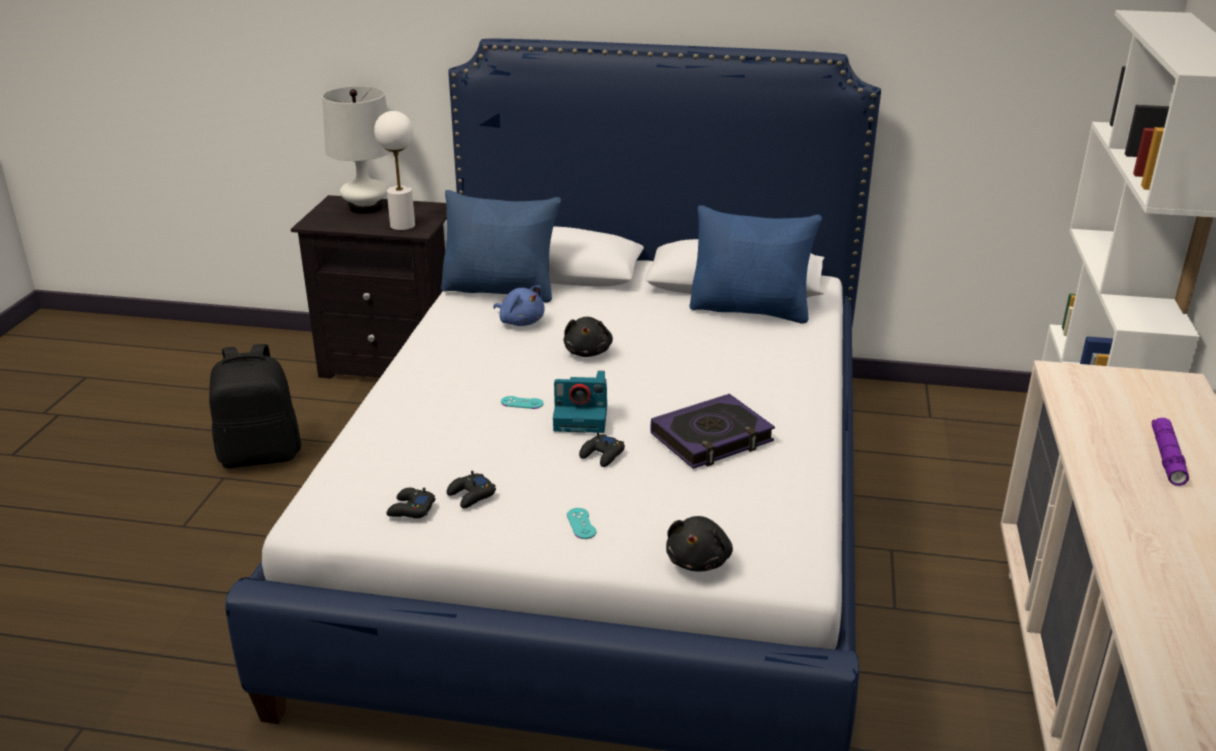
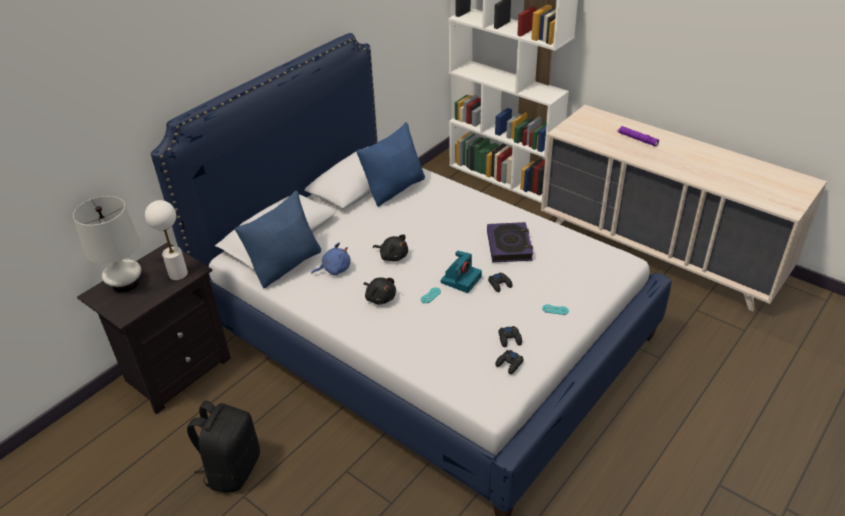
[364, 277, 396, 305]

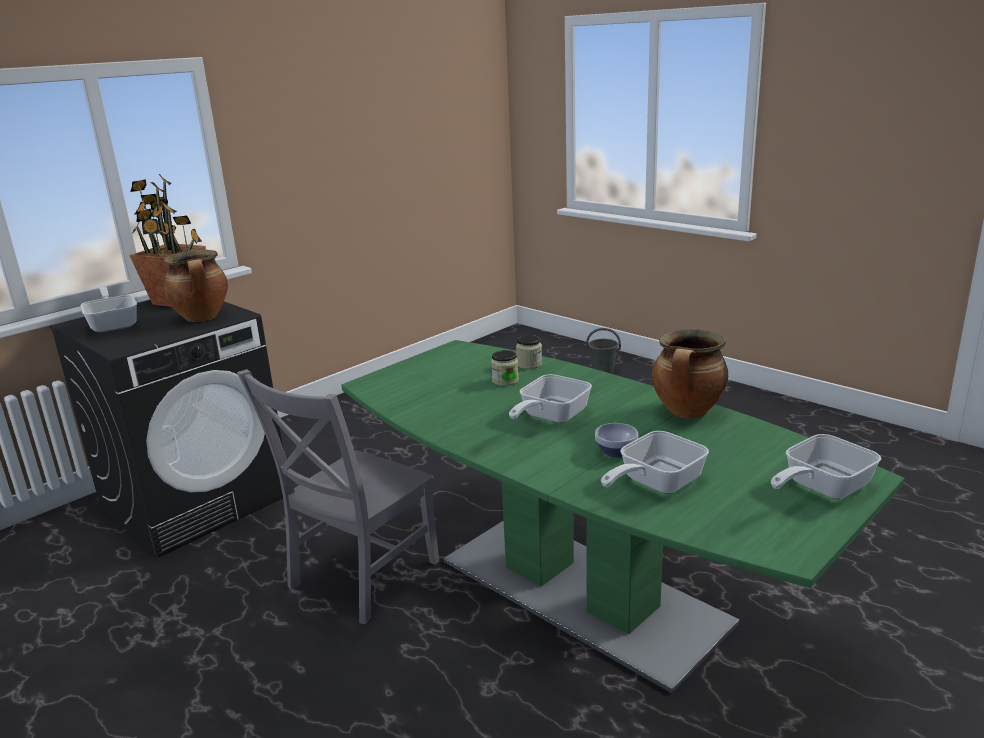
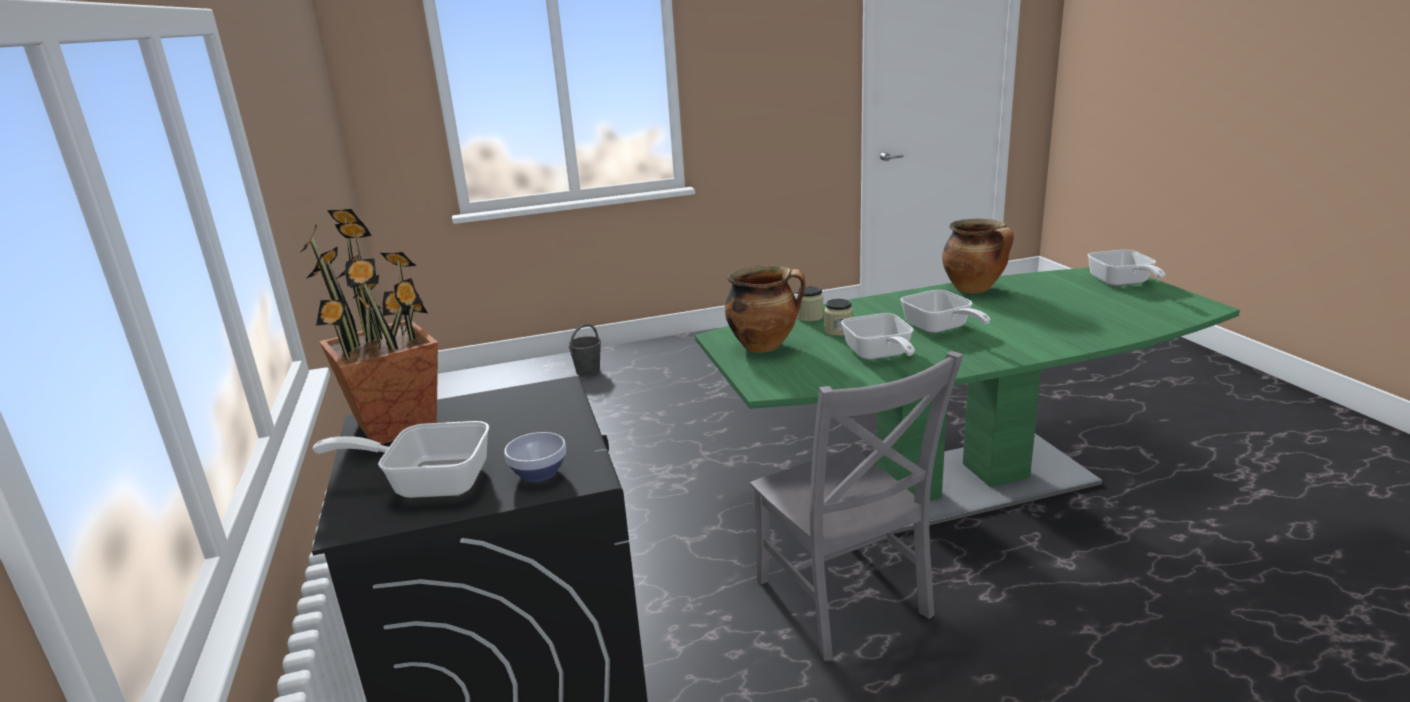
[504, 432, 566, 482]
[725, 265, 805, 353]
[841, 313, 915, 360]

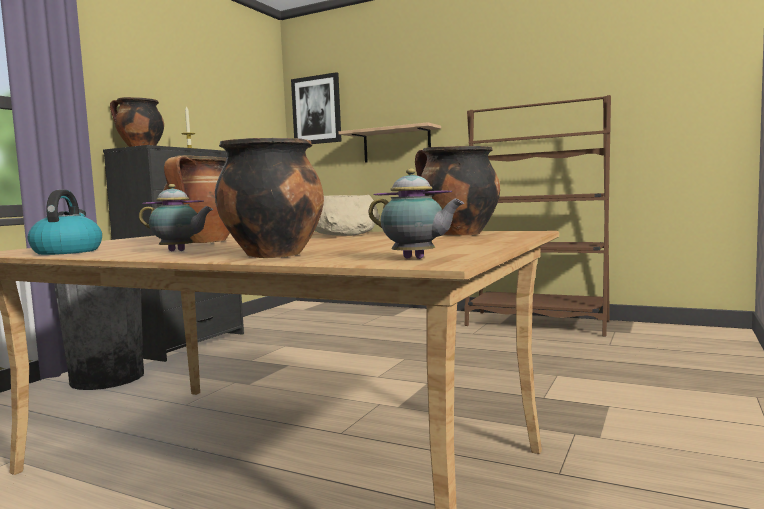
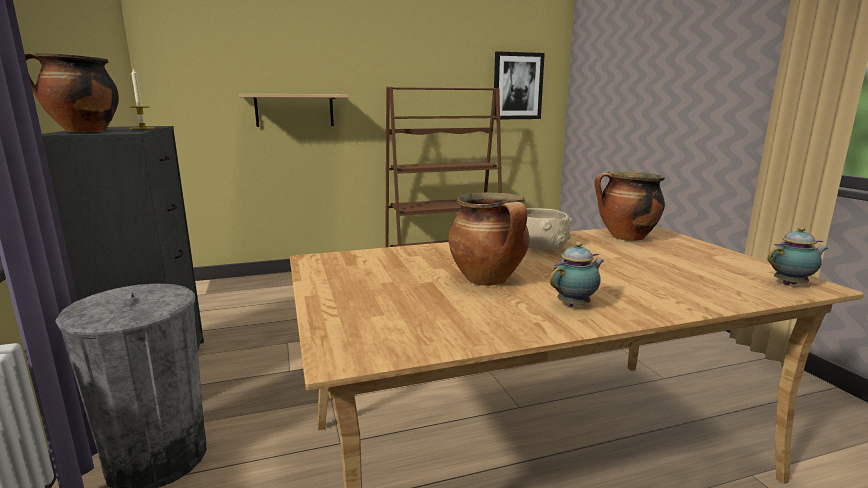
[494, 51, 545, 120]
[28, 189, 102, 255] (first image)
[215, 138, 324, 258] (first image)

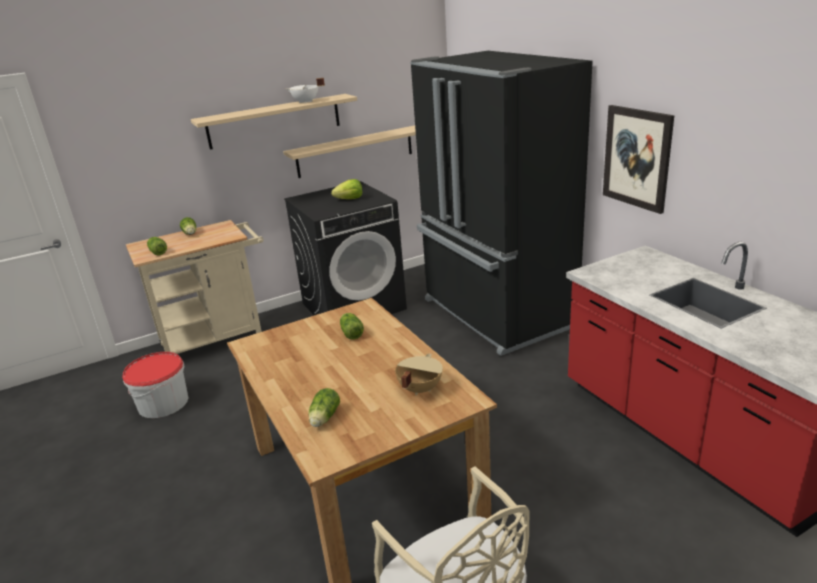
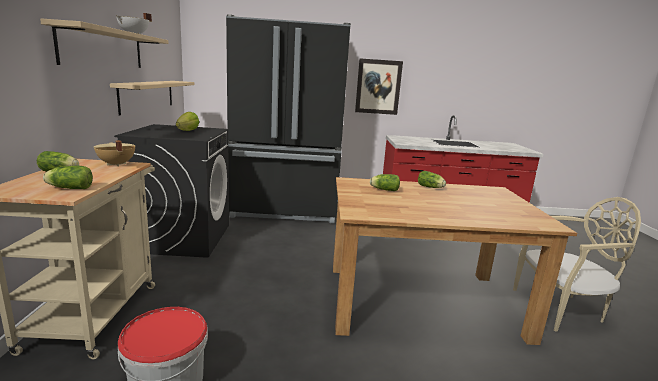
[94, 140, 135, 166]
[418, 171, 446, 188]

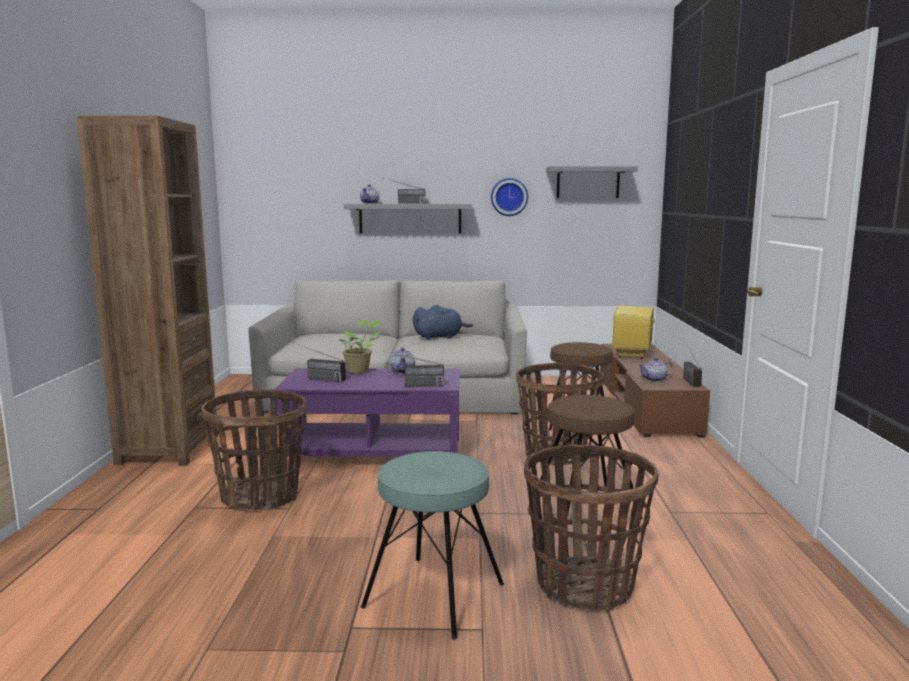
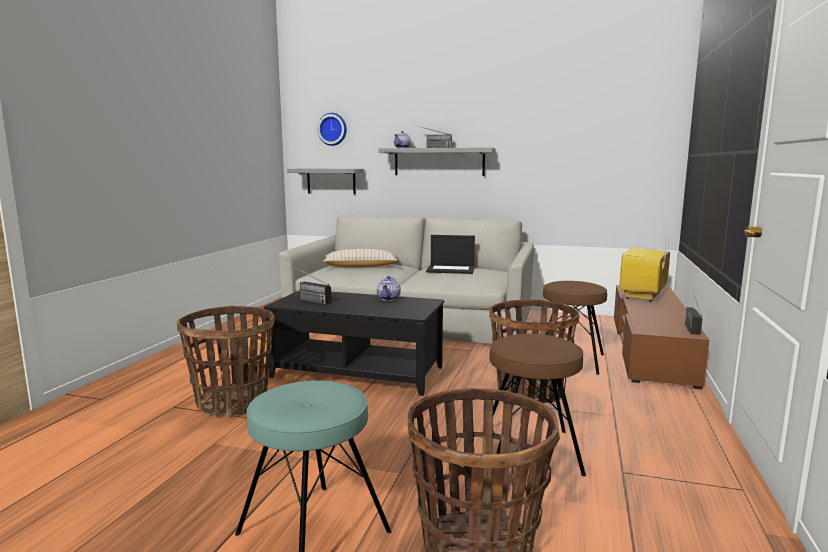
[263, 290, 444, 396]
[287, 169, 364, 194]
[317, 113, 347, 146]
[323, 249, 397, 267]
[426, 235, 475, 274]
[77, 115, 218, 466] (first image)
[339, 319, 381, 374] (first image)
[385, 351, 444, 387] (first image)
[638, 358, 673, 382] (first image)

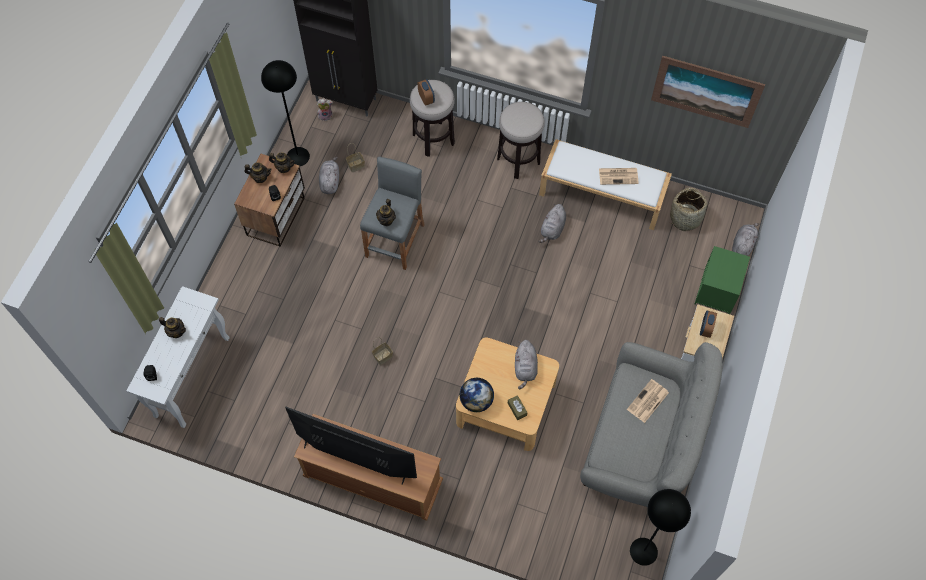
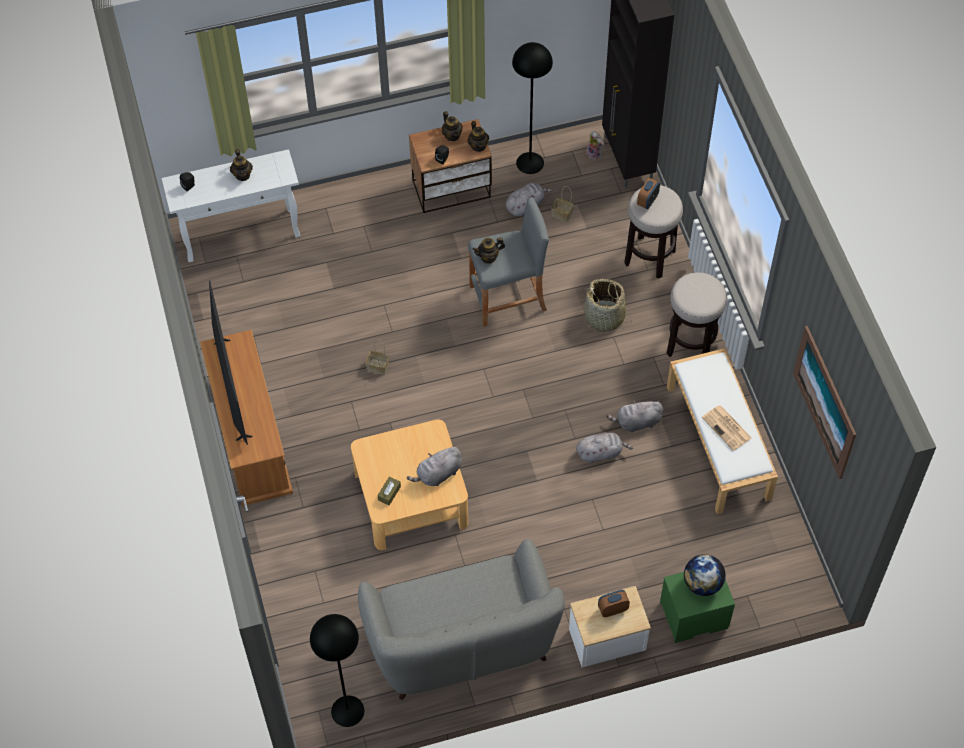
[576, 433, 633, 463]
[582, 279, 630, 332]
[684, 554, 726, 596]
[627, 379, 669, 423] (first image)

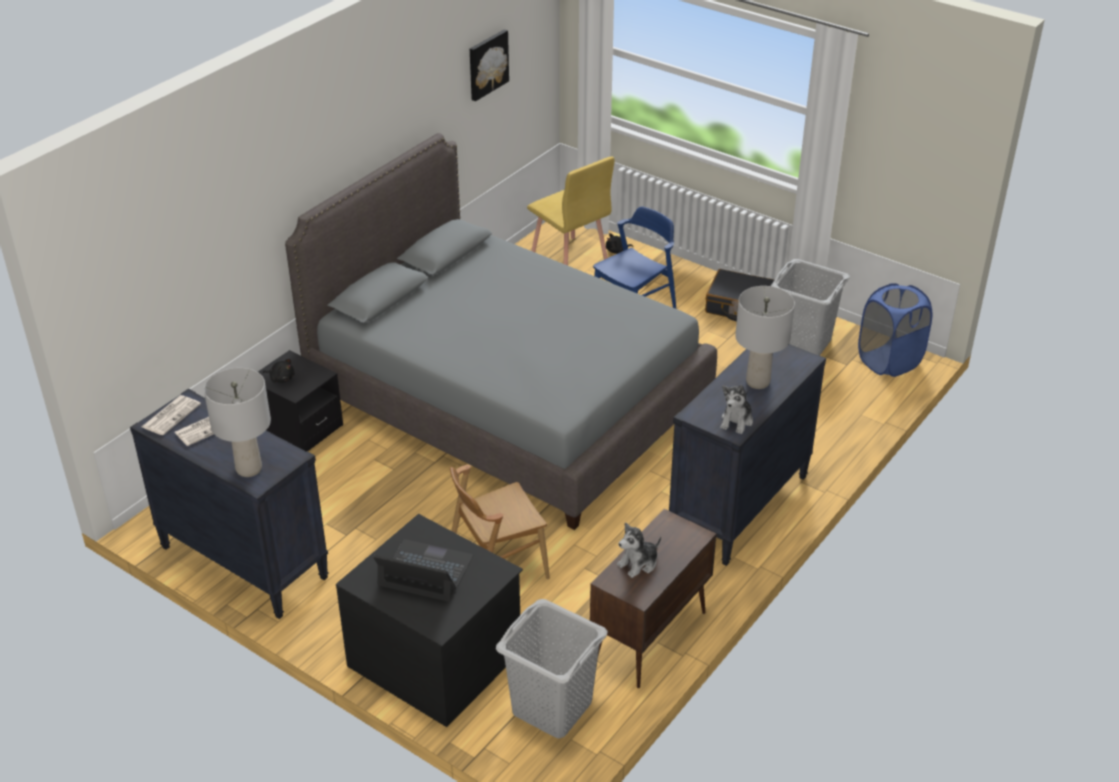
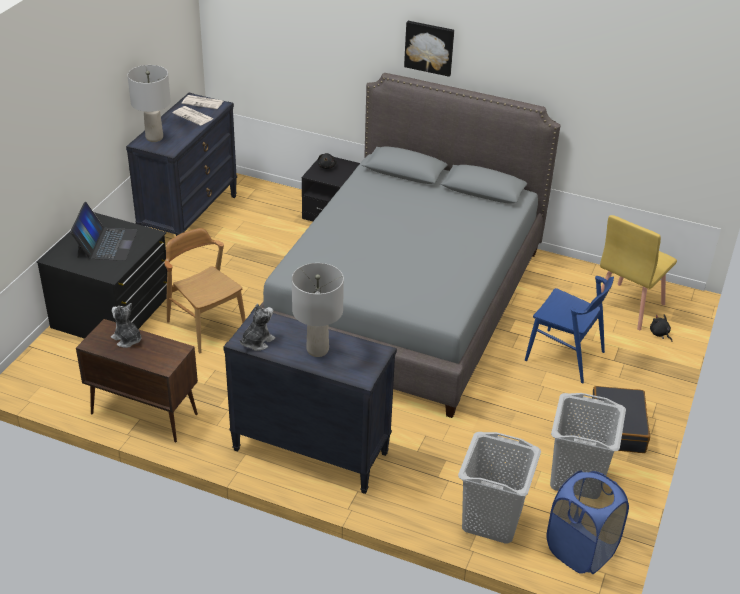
[240, 304, 275, 351]
[404, 21, 454, 77]
[458, 432, 541, 544]

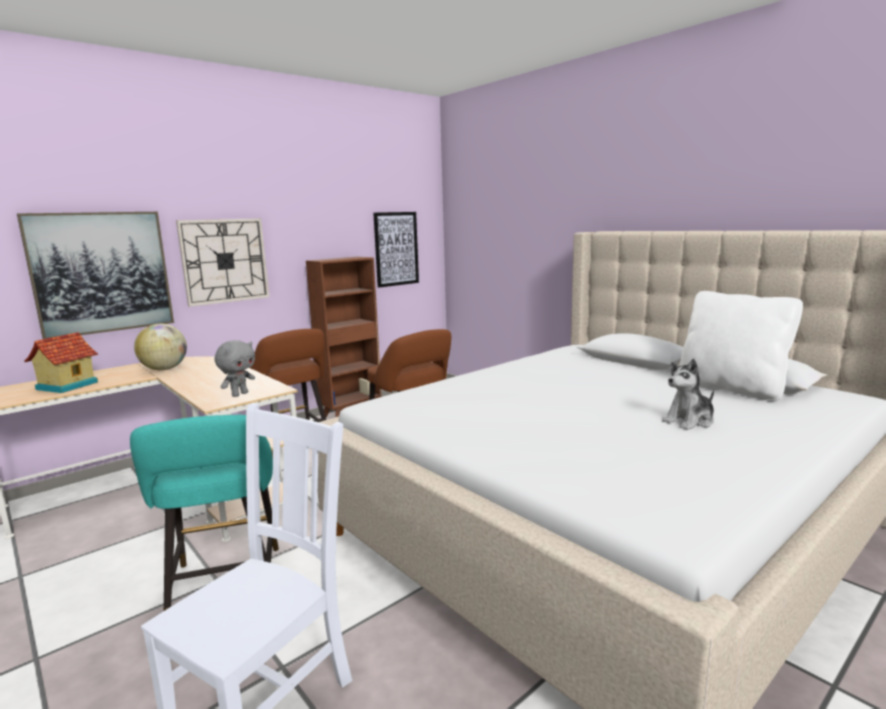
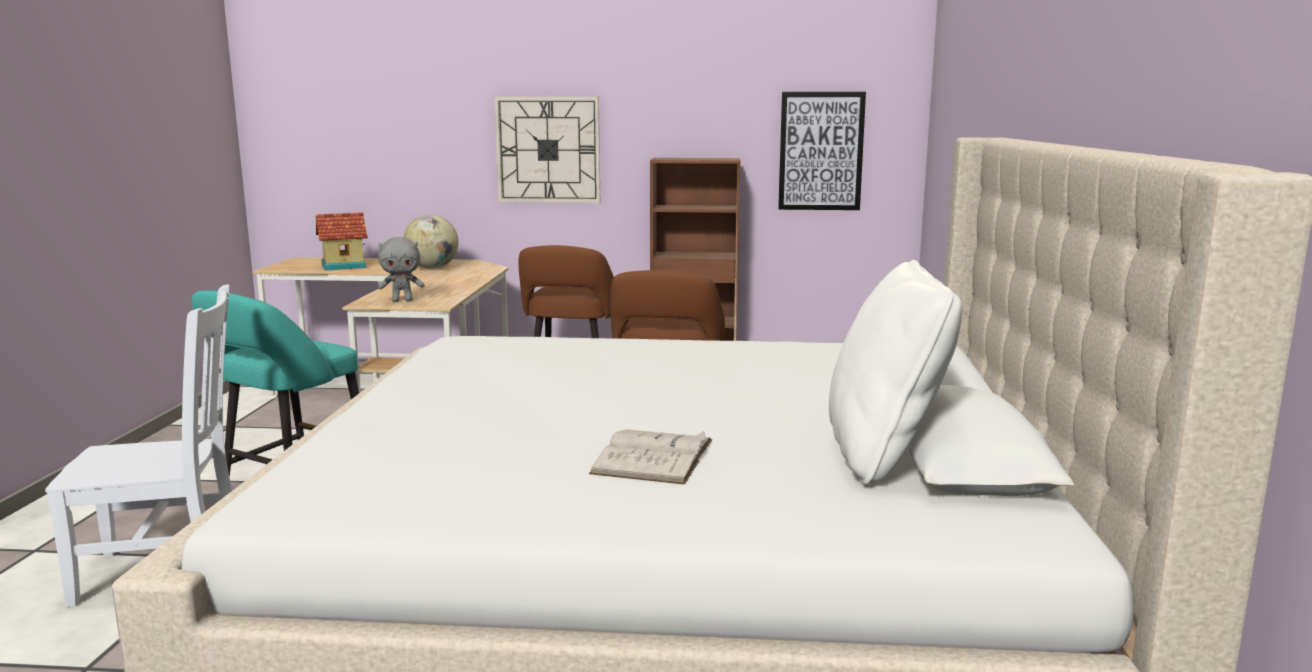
[589, 429, 712, 485]
[17, 212, 174, 339] (first image)

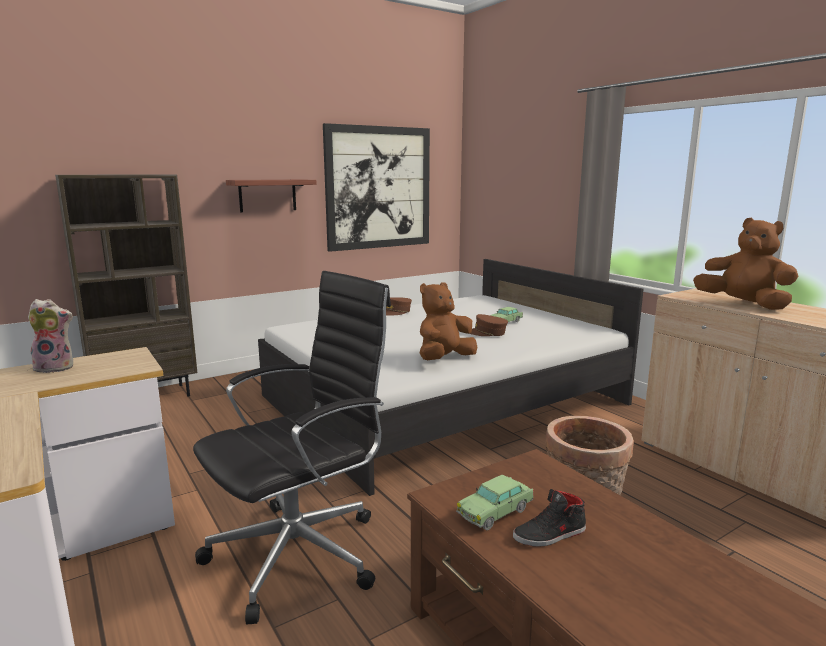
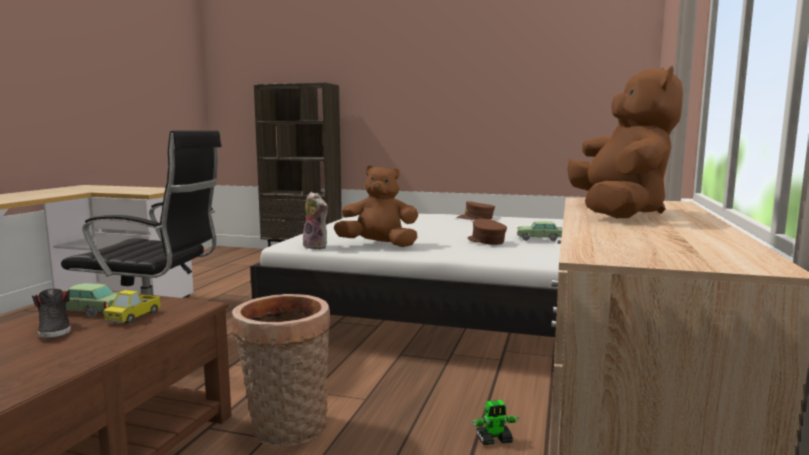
[32, 289, 71, 339]
[103, 290, 162, 323]
[303, 192, 328, 249]
[472, 400, 519, 445]
[226, 179, 317, 212] (first image)
[323, 123, 430, 252] (first image)

